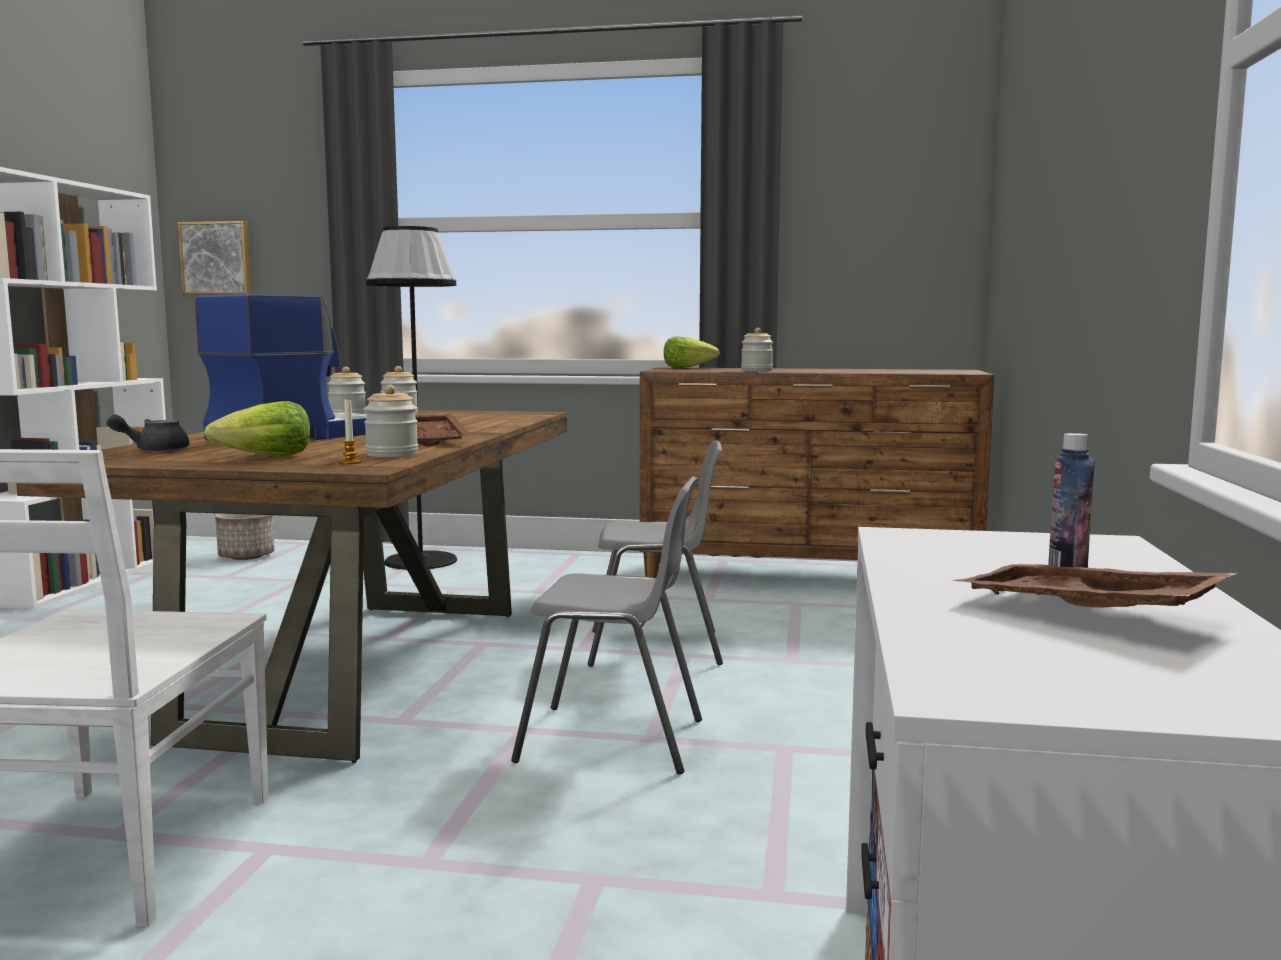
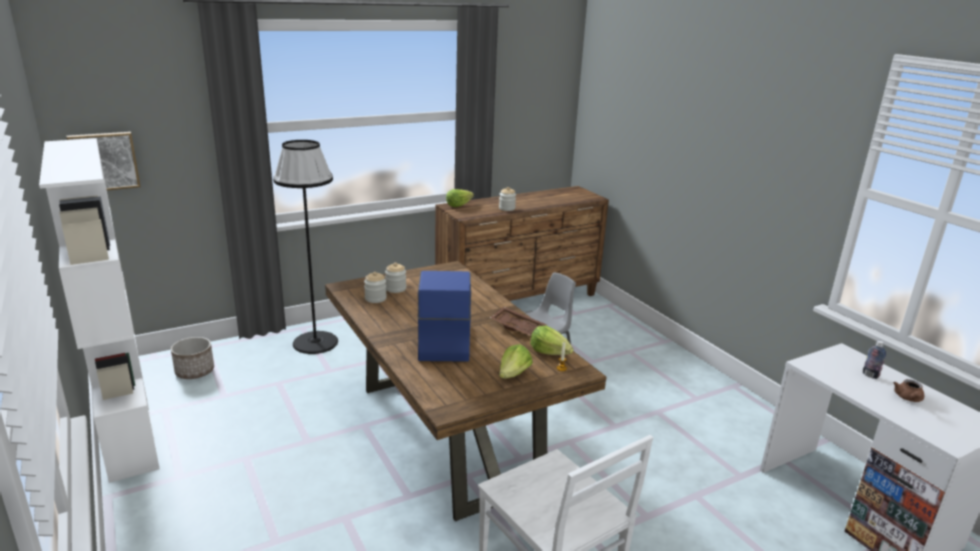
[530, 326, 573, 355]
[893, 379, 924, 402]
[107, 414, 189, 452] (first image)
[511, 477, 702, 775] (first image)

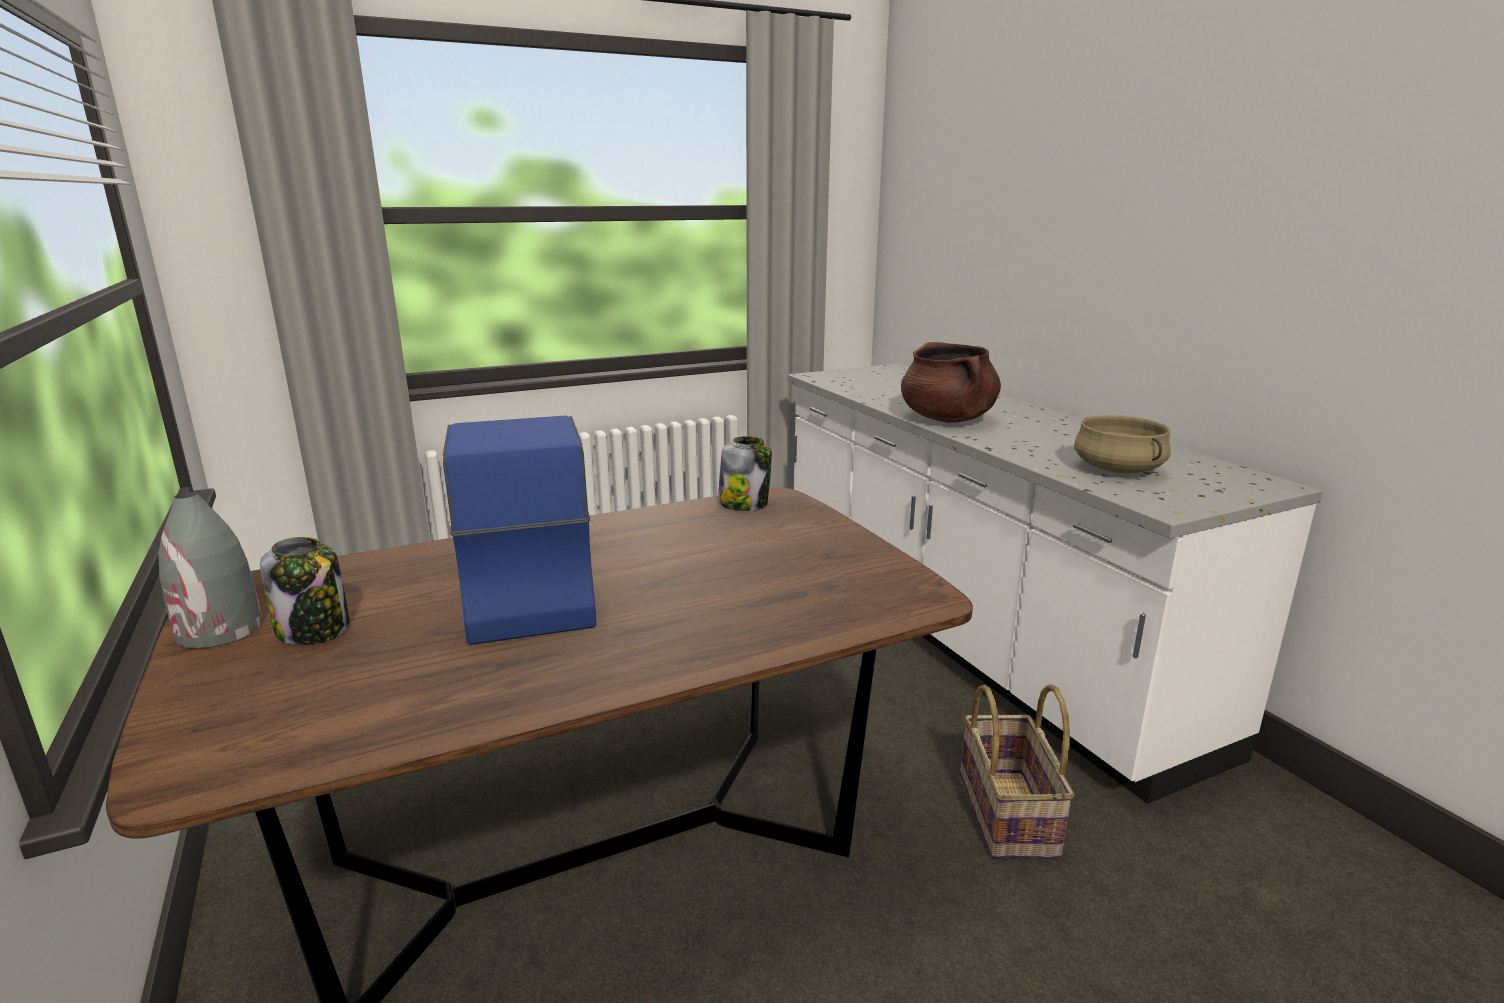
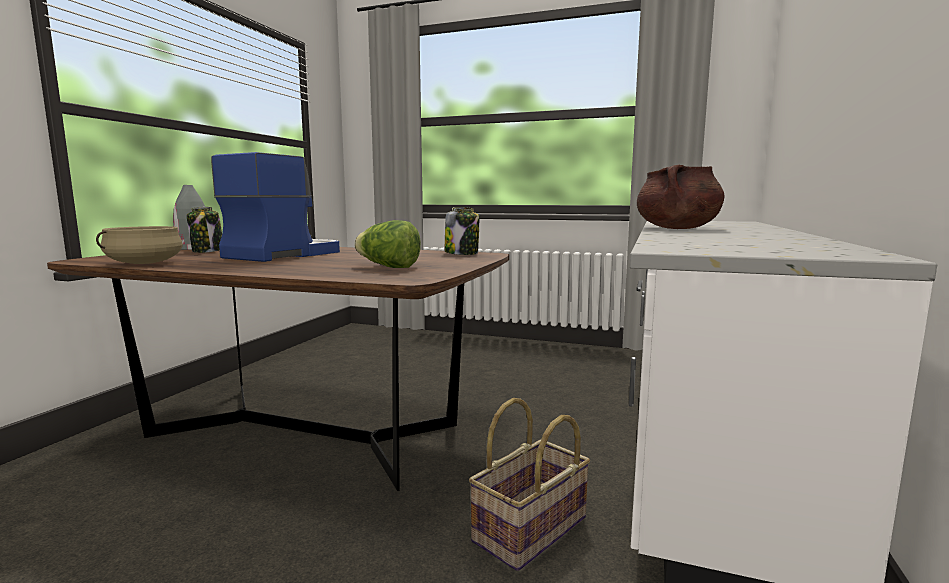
[96, 226, 183, 264]
[354, 220, 421, 268]

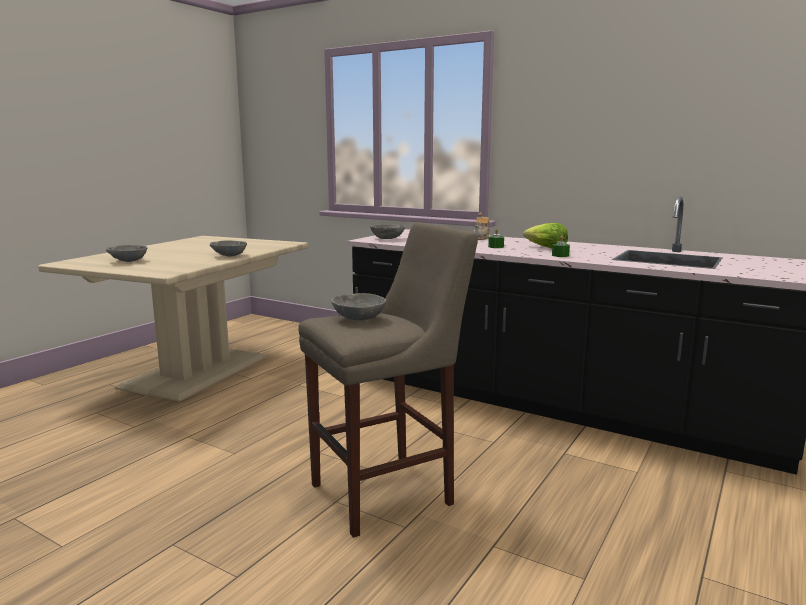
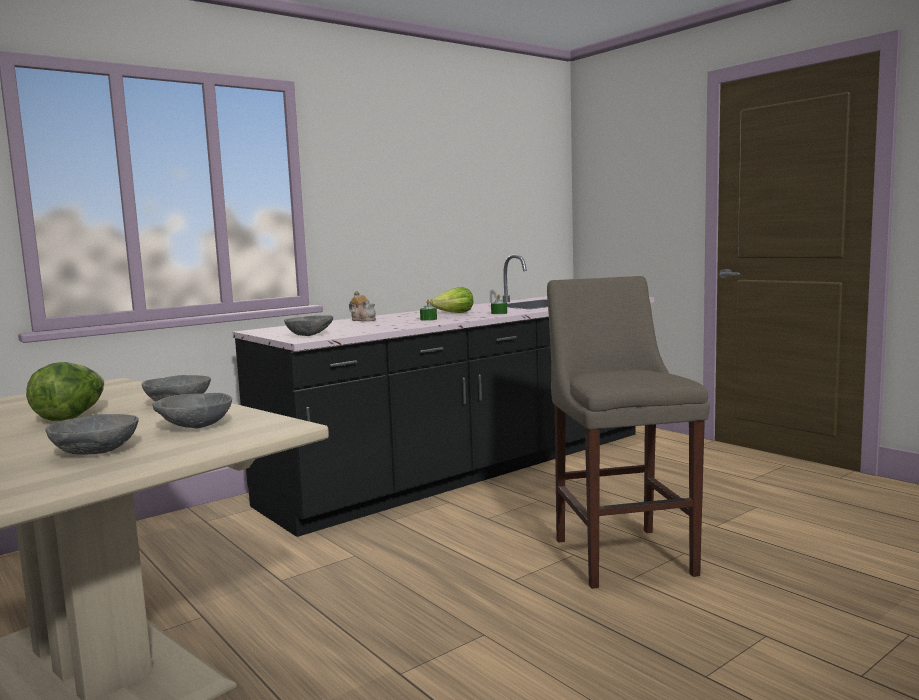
[26, 362, 104, 421]
[153, 393, 232, 429]

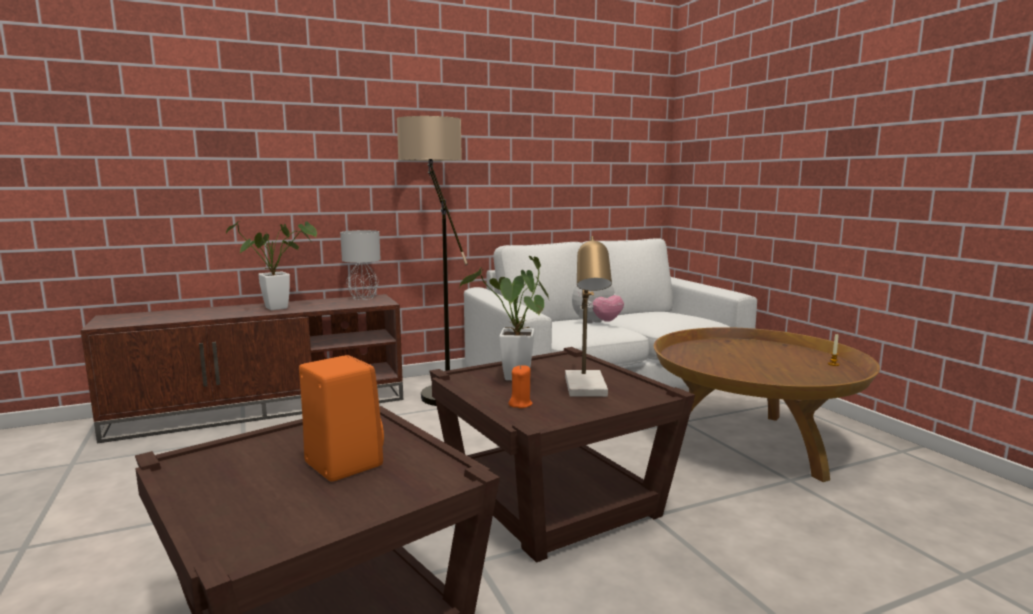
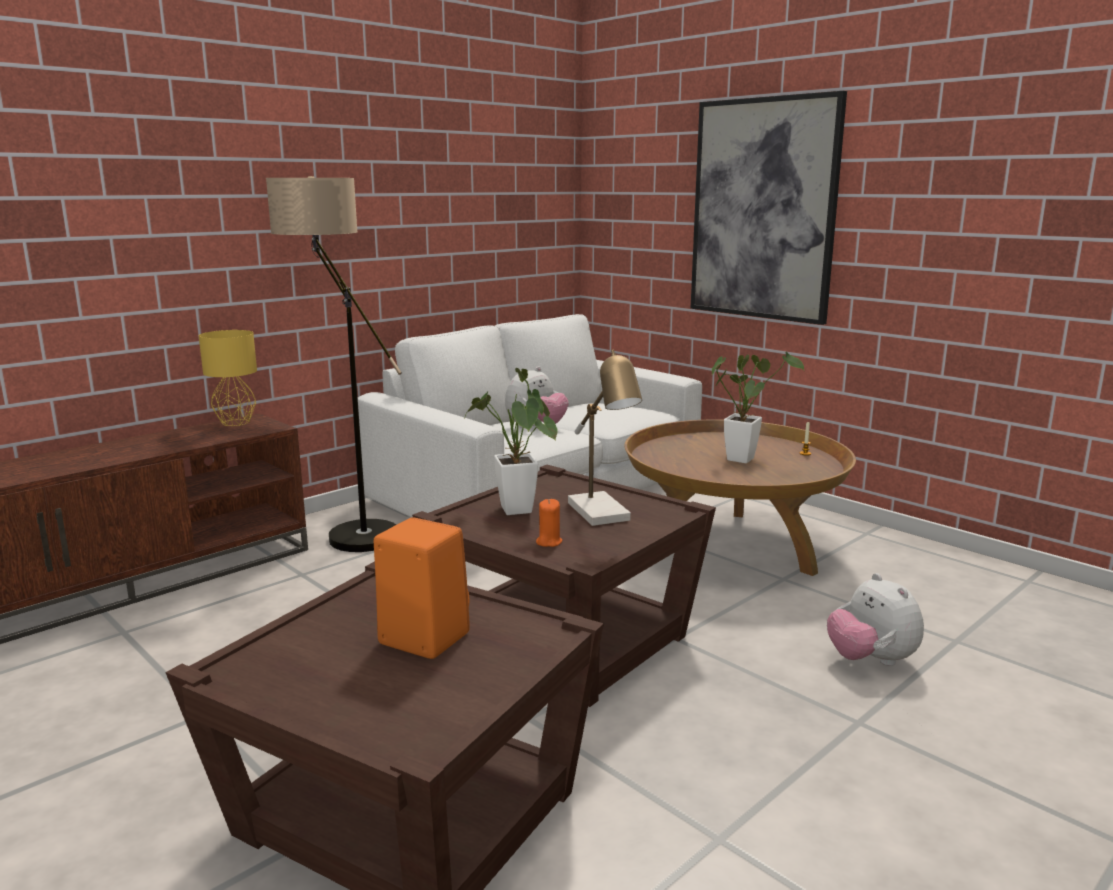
[199, 330, 257, 426]
[691, 91, 847, 325]
[712, 351, 804, 463]
[827, 573, 924, 666]

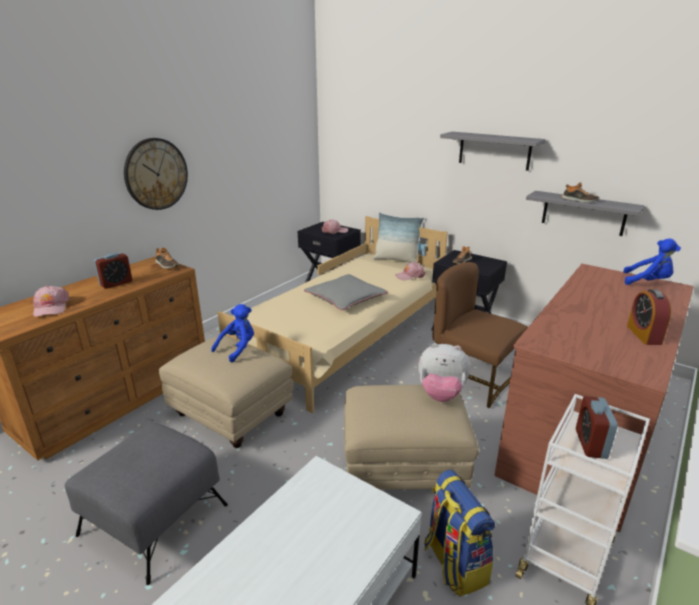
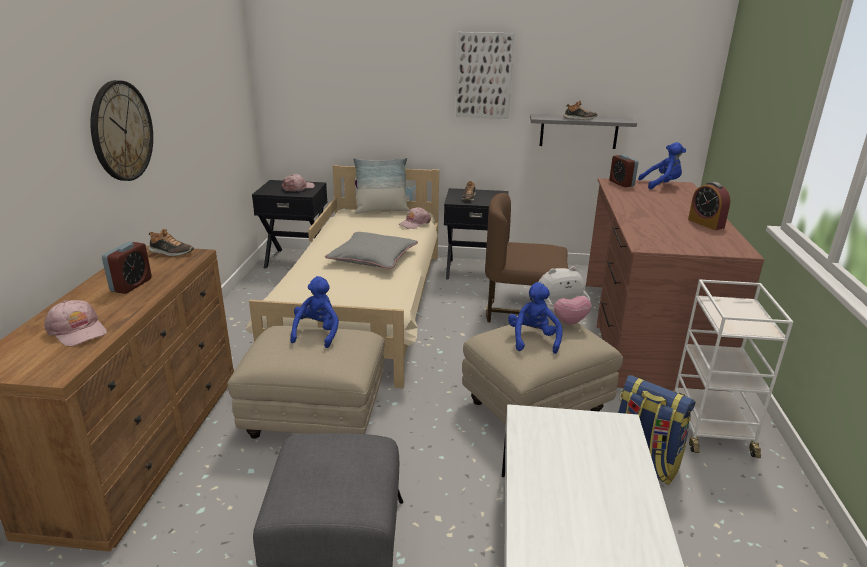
[456, 32, 514, 119]
[508, 282, 562, 354]
[609, 155, 638, 187]

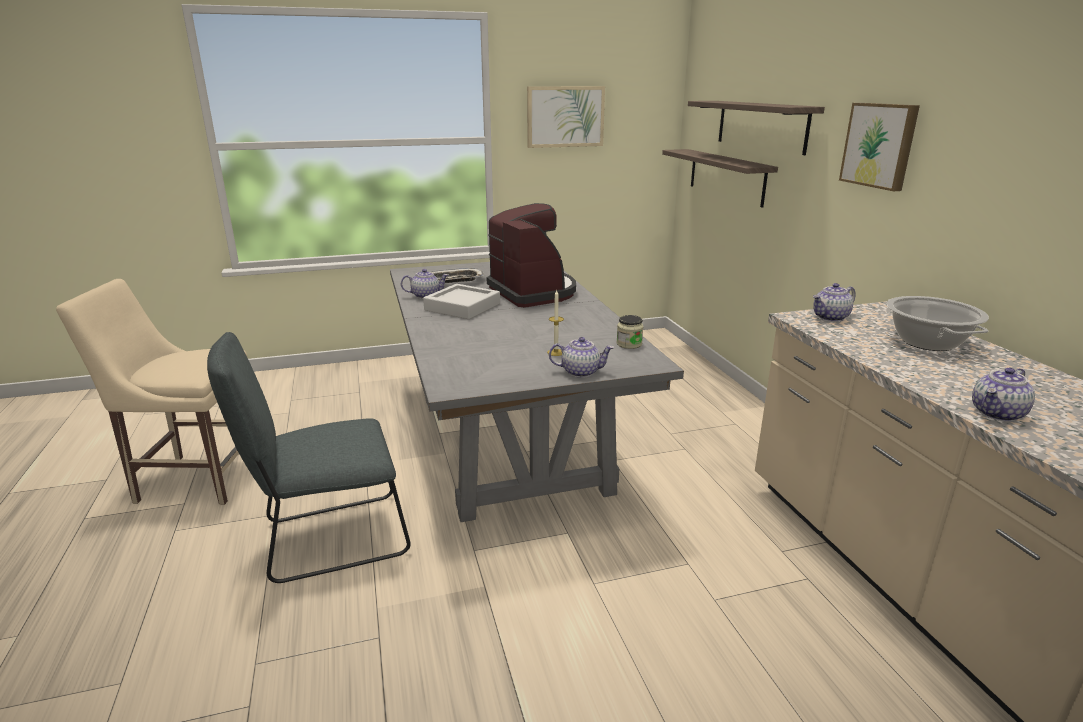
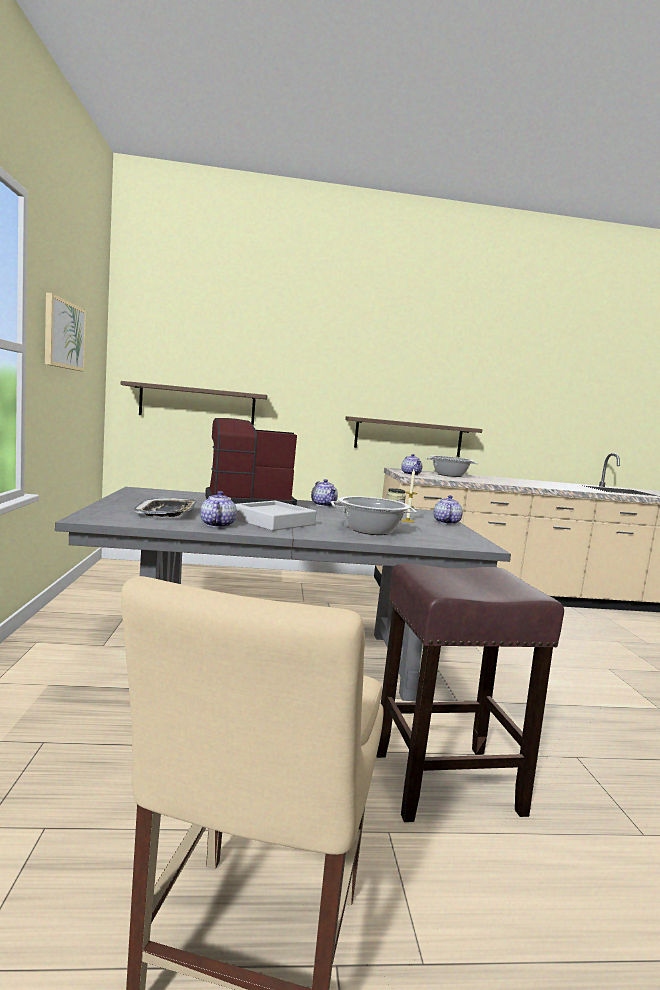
[311, 479, 338, 506]
[331, 496, 417, 535]
[345, 416, 483, 457]
[376, 563, 564, 822]
[839, 103, 920, 191] (first image)

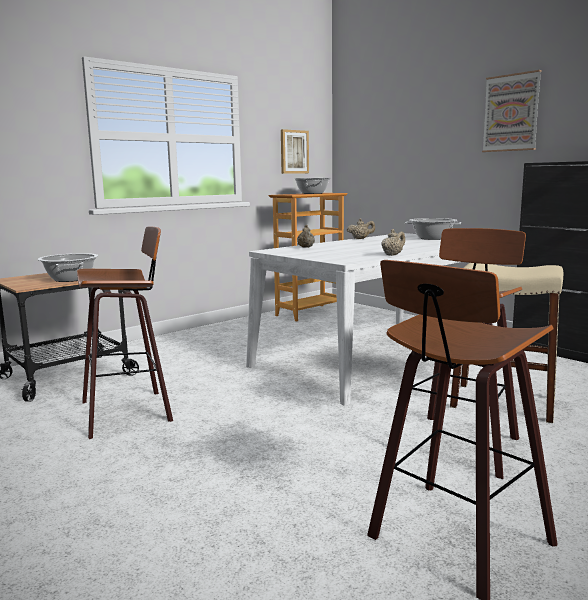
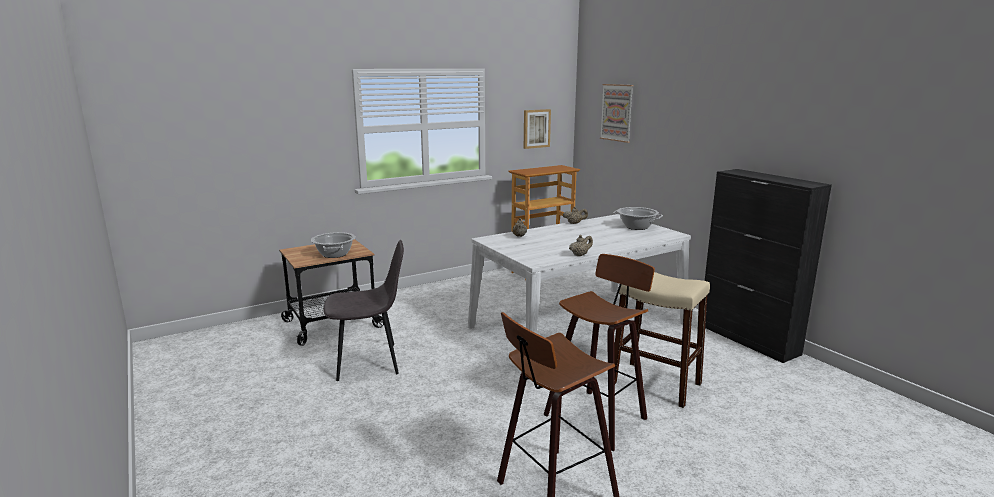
[324, 240, 404, 381]
[600, 84, 634, 143]
[293, 178, 330, 194] (first image)

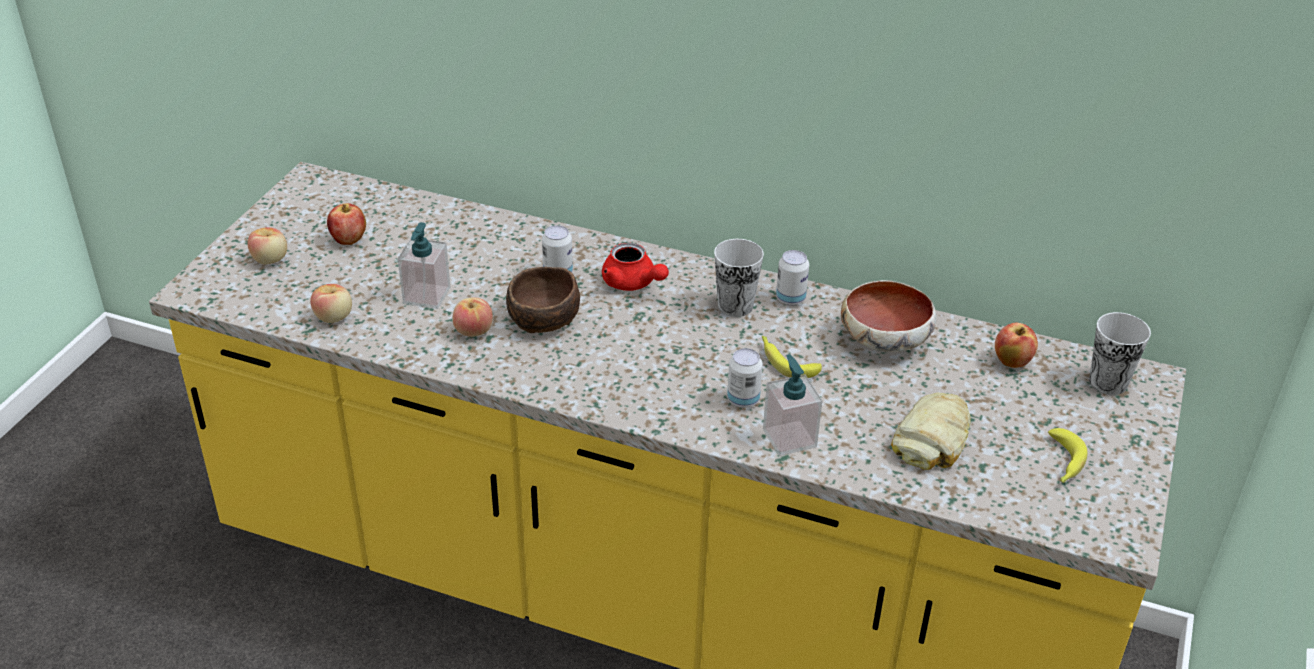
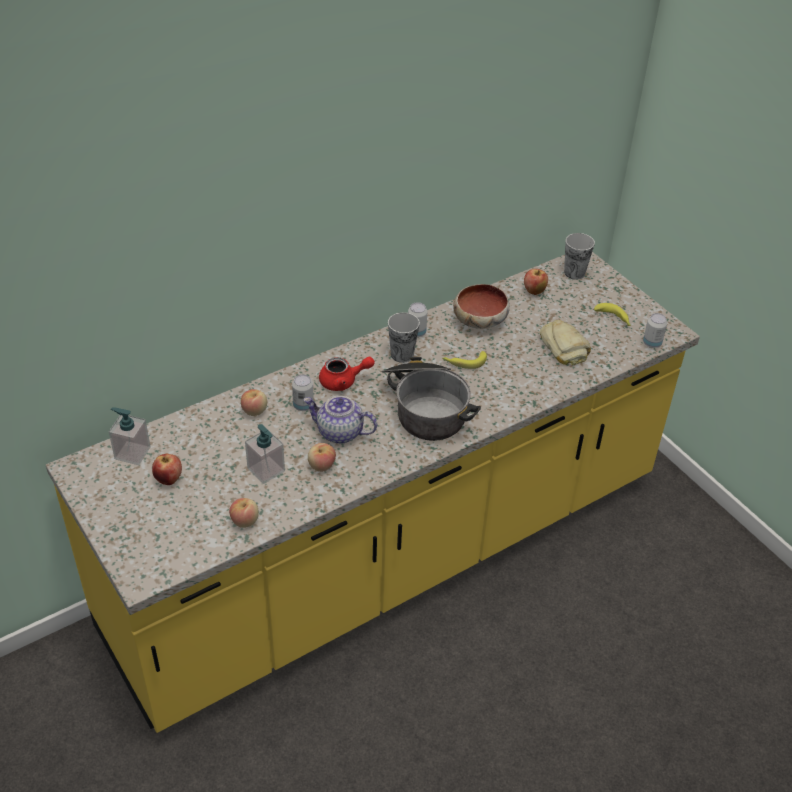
[109, 408, 151, 465]
[241, 389, 267, 416]
[303, 396, 377, 444]
[381, 357, 481, 441]
[643, 313, 667, 348]

